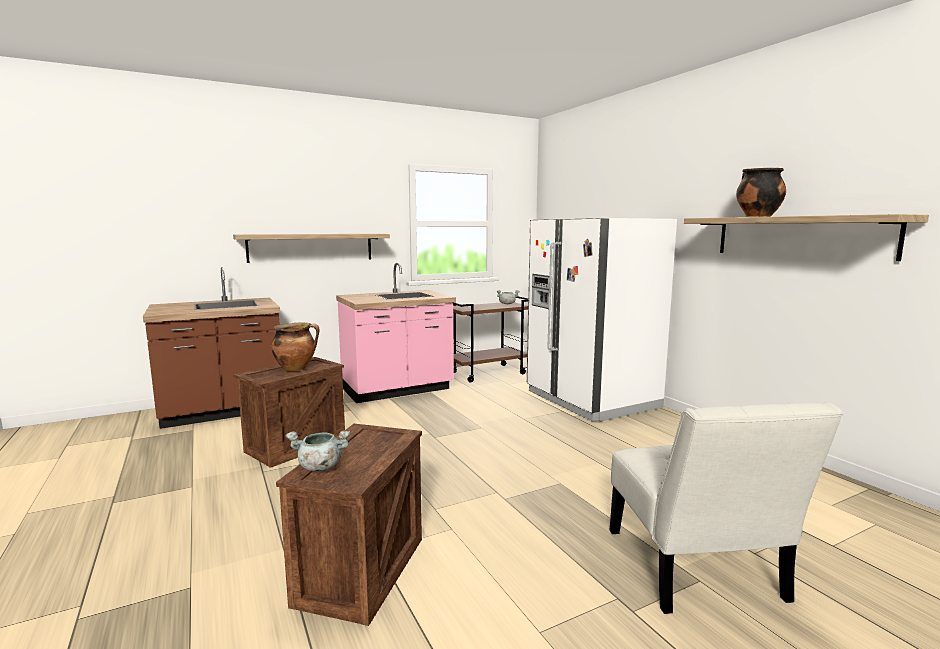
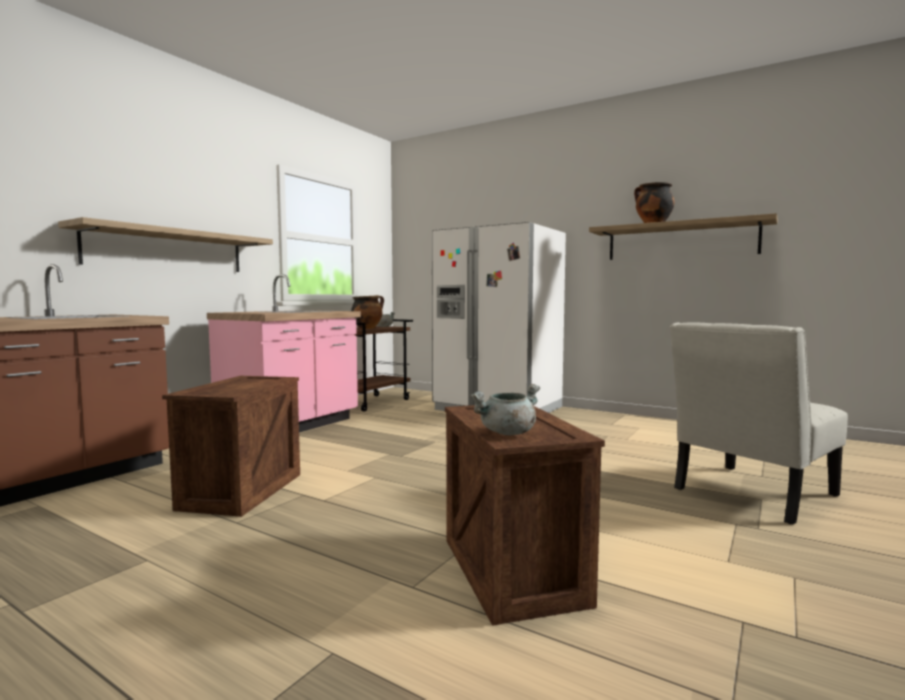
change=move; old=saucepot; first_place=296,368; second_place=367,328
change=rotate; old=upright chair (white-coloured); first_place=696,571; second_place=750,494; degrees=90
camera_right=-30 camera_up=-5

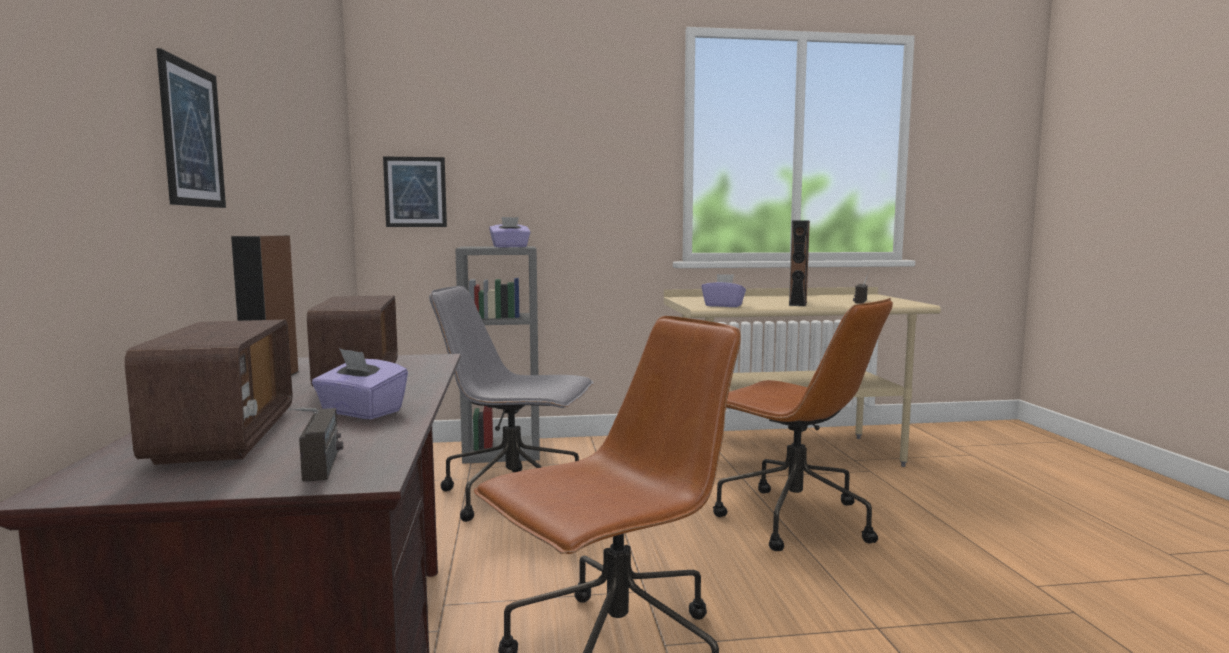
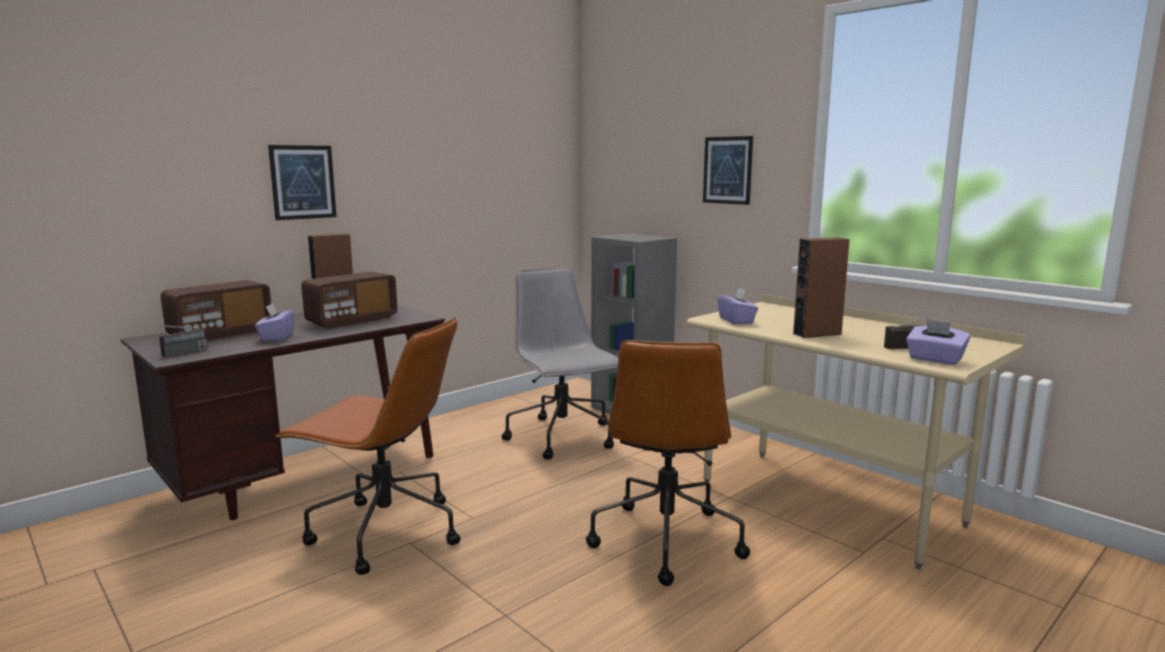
change=move; old=wall art; first_place=415,192; second_place=727,170
change=move; old=tissue holder (purple-coloured); first_place=510,247; second_place=935,359
camera_right=55 camera_up=5

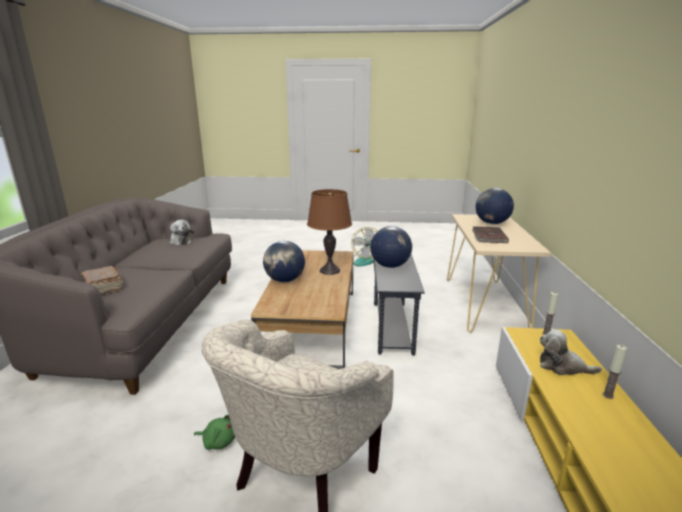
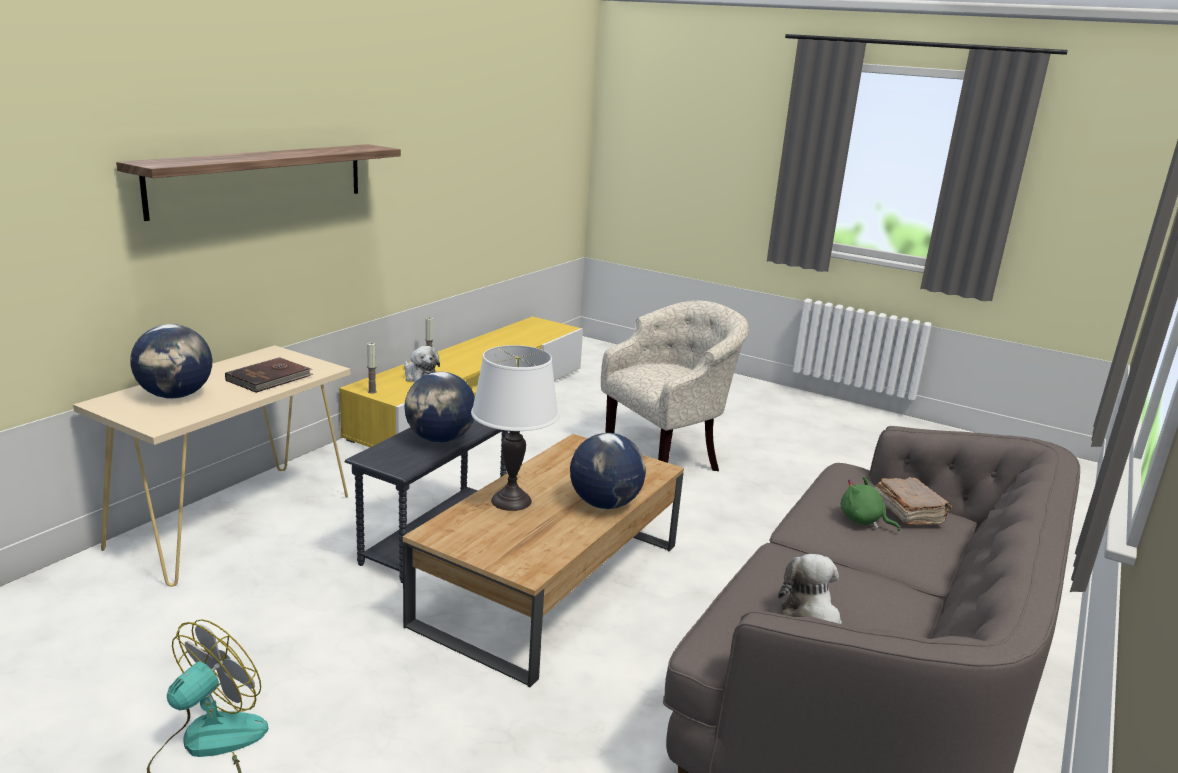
change=insert; new=shelf; second_place=261,178
change=move; old=soft toy (green); first_place=218,441; second_place=863,521
change=recolor; old=tabletop lamp (brown-coloured); new=tabletop lamp (white-coloured); first_place=330,270; second_place=511,501
camera_right=-155 camera_up=0

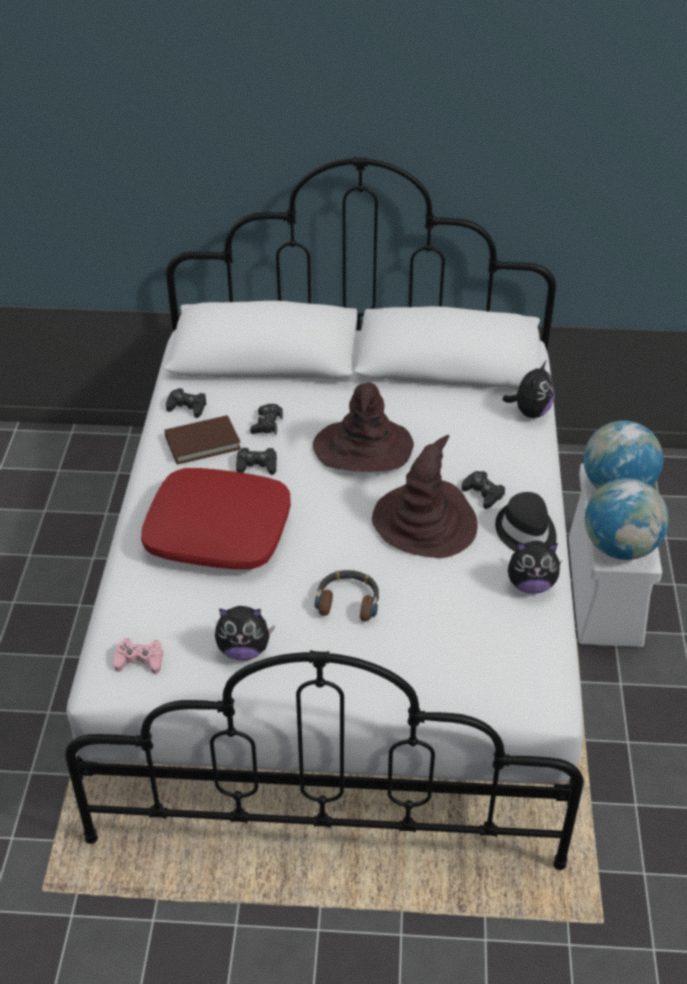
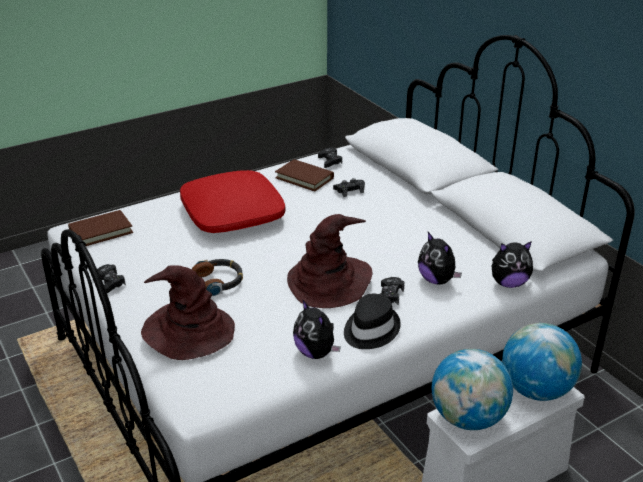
change=move; old=soft toy; first_place=244,650; second_place=437,280
change=move; old=gamepad (black); first_place=257,465; second_place=109,283
change=move; old=clothing hat (brown-coloured); first_place=363,448; second_place=188,332
change=replace; old=gamepad (pink); new=book (brown-coloured); first_place=139,660; second_place=101,231
camera_right=55 camera_up=-10

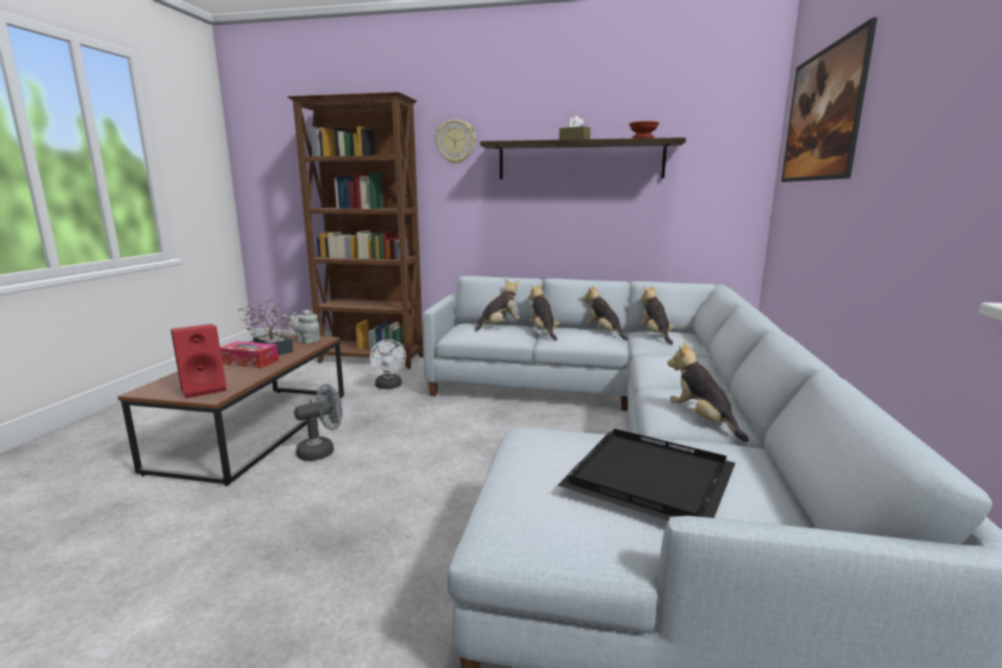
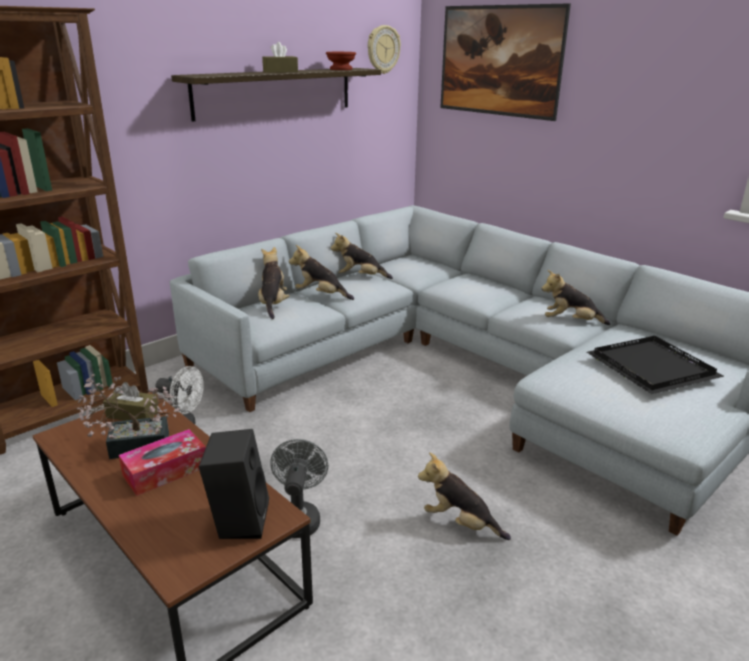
change=move; old=clock on the wall; first_place=455,142; second_place=383,49
change=move; old=soft toy; first_place=656,335; second_place=460,523
change=replace; old=tea pot (grey); new=tissue holder (brown-coloured); first_place=306,341; second_place=132,414
change=recolor; old=loudspeaker (red-coloured); new=loudspeaker (black); first_place=204,389; second_place=238,520
camera_right=-55 camera_up=10

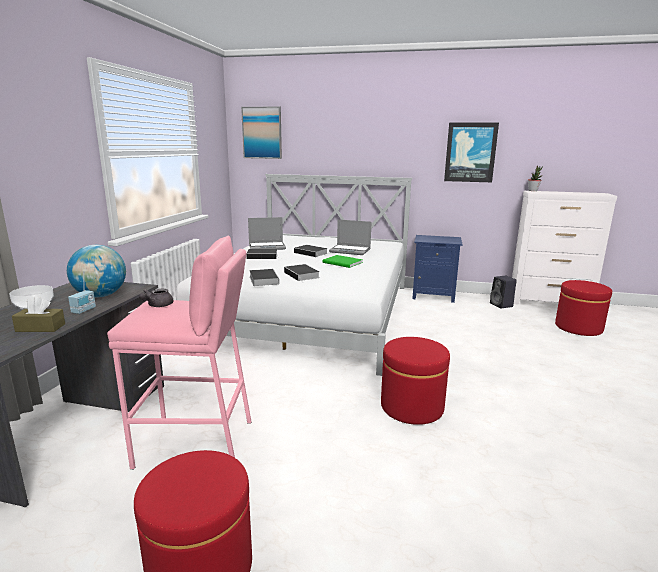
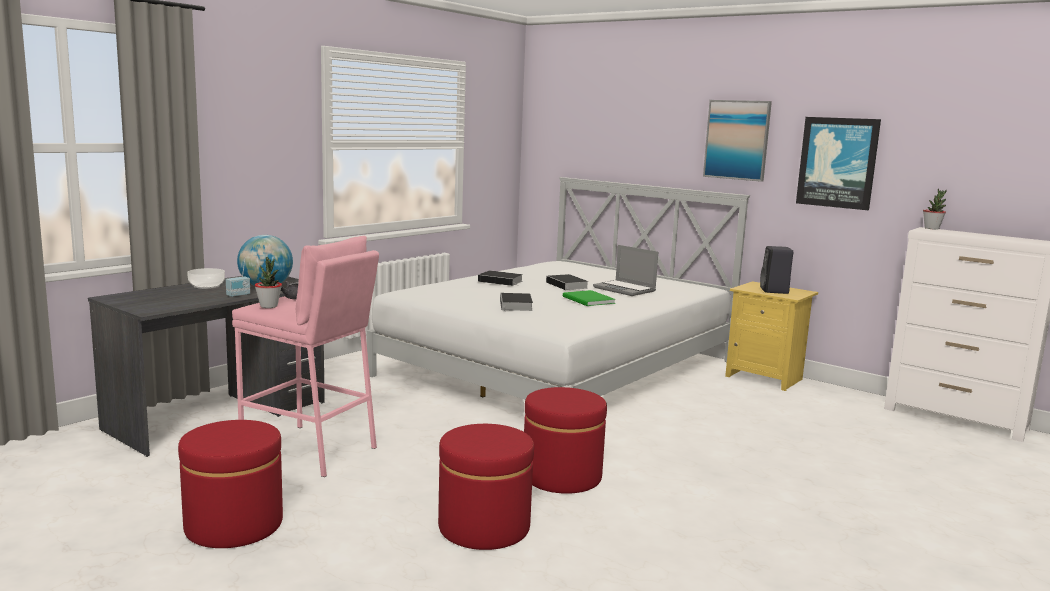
change=delete; old=tissue holder (brown-coloured); first_place=40,328
change=delete; old=notebook computer; first_place=267,247
change=delete; old=book; first_place=263,279
change=insert; new=houseplant; second_place=269,306
change=move; old=wall art; first_place=262,133; second_place=737,140
change=move; old=loudspeaker (black); first_place=502,305; second_place=774,291
change=move; old=ottoman (red-coloured); first_place=578,327; second_place=484,527
change=recolor; old=night table (bluish); new=night table (yellow-coloured); first_place=433,295; second_place=765,377
camera_right=25 camera_up=-5

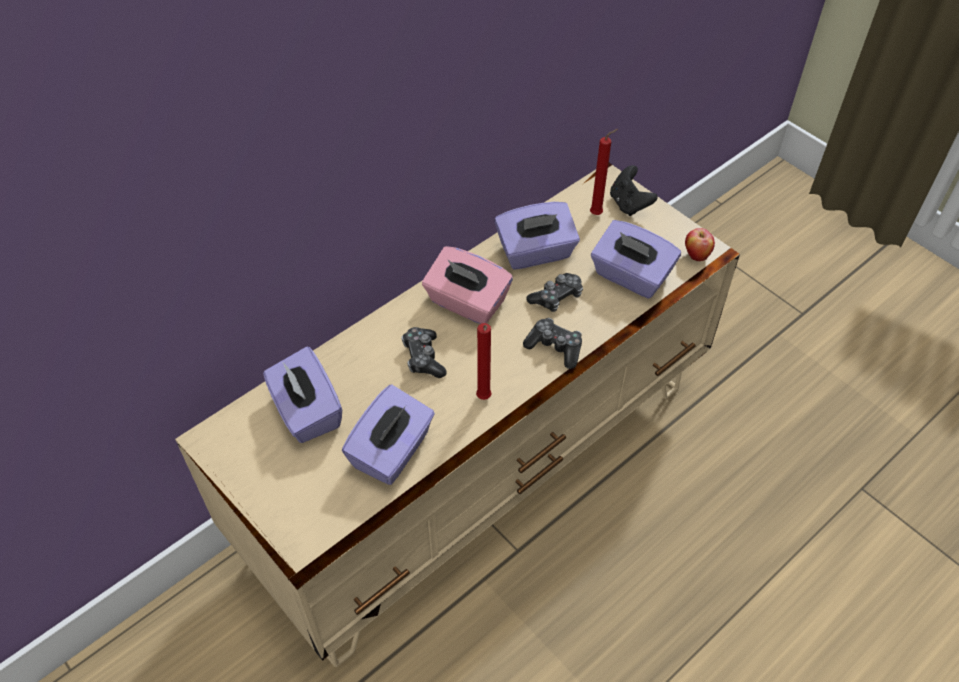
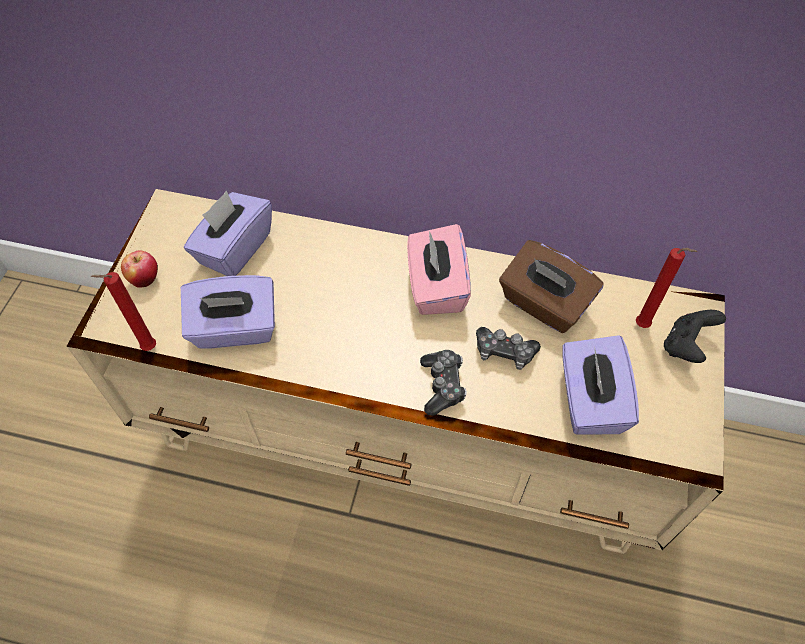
change=delete; old=gamepad; first_place=423,358
change=move; old=wax light (red-coloured); first_place=483,399; second_place=147,348
change=move; old=apple; first_place=696,255; second_place=145,279
change=recolor; old=tissue holder (purple-coloured); new=tissue holder (brown-coloured); first_place=535,253; second_place=543,304
camera_right=55 camera_up=5

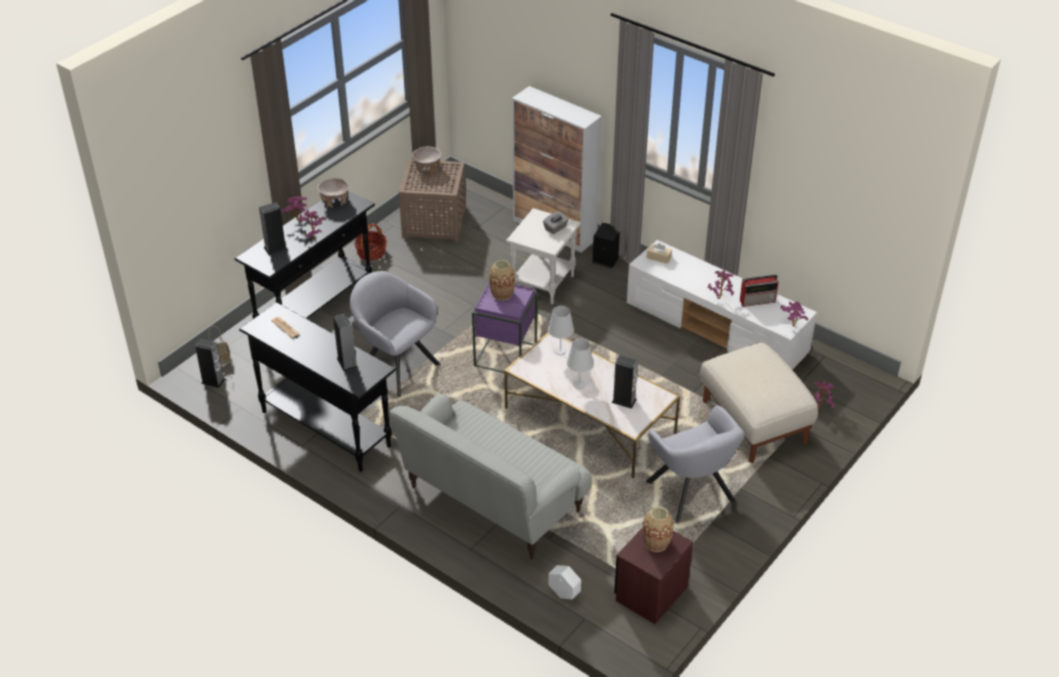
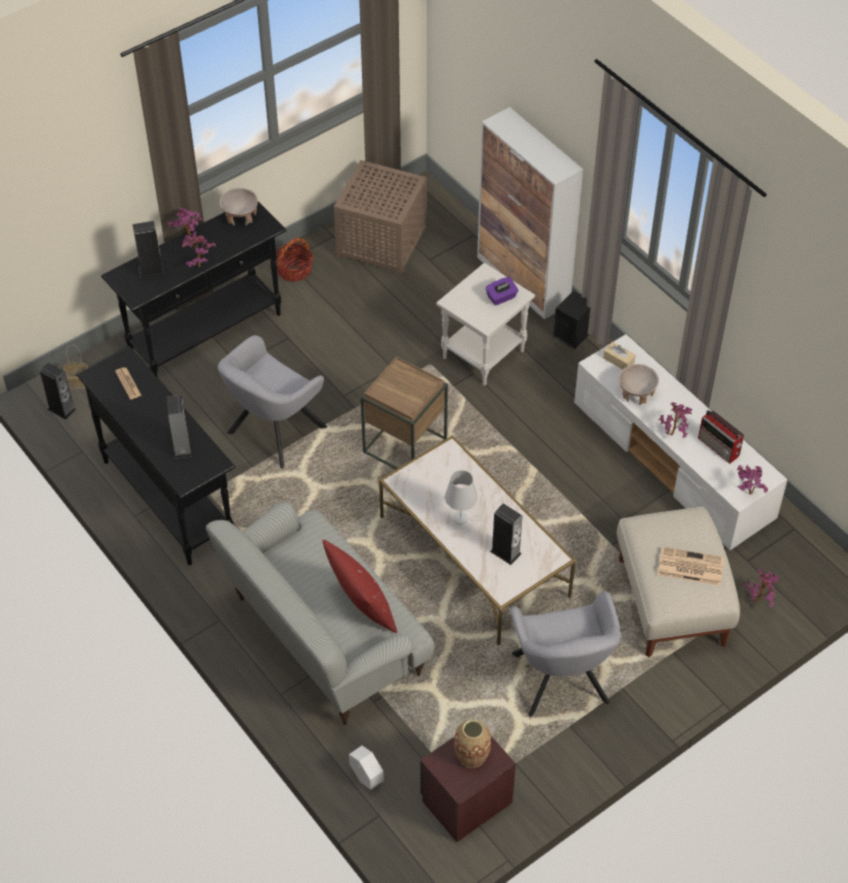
change=delete; old=decorative vase; first_place=502,294
change=delete; old=tabletop lamp (white-coloured); first_place=560,351
change=insert; new=cushion (red-coloured); second_place=361,608
change=insert; new=daily paper; second_place=689,567
change=move; old=bowl (sand-coloured); first_place=427,168; second_place=636,393
change=recolor; old=end table (purple-coloured); new=end table (brown-coloured); first_place=505,356; second_place=405,446
change=recolor; old=tissue holder (grey); new=tissue holder (purple-coloured); first_place=555,228; second_place=501,297
change=rotate; old=lounge chair (grey); first_place=395,366; second_place=273,433; degrees=-105
change=rotate; old=radio set; first_place=758,301; second_place=719,448; degrees=45
camera_right=15 camera_up=10

